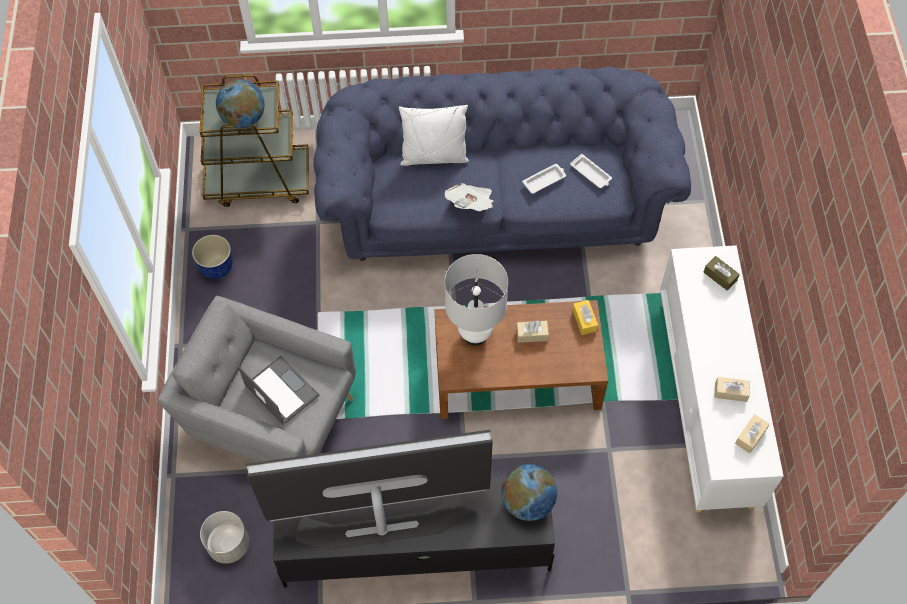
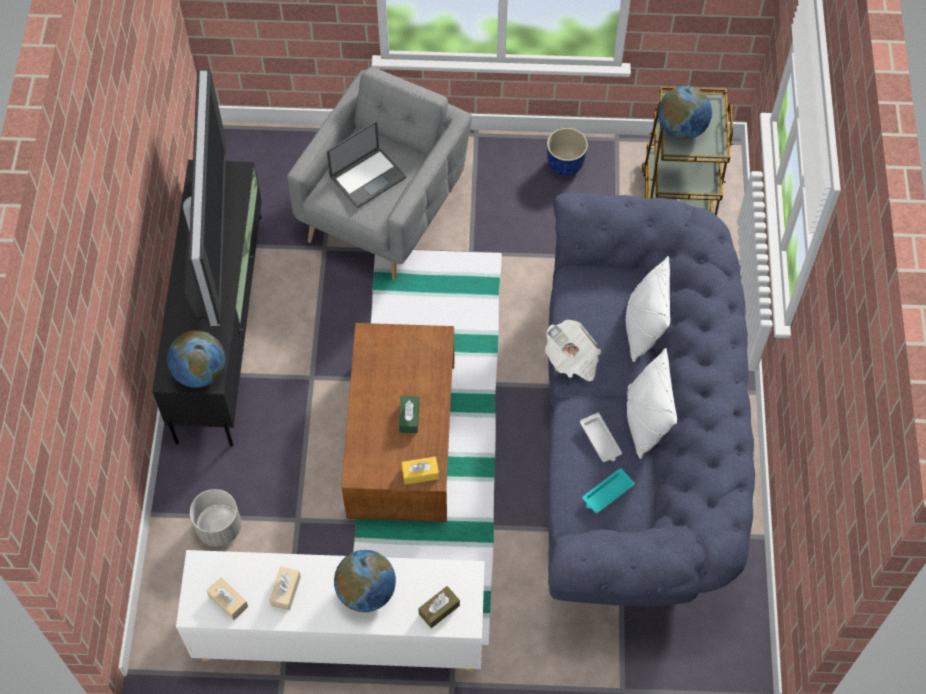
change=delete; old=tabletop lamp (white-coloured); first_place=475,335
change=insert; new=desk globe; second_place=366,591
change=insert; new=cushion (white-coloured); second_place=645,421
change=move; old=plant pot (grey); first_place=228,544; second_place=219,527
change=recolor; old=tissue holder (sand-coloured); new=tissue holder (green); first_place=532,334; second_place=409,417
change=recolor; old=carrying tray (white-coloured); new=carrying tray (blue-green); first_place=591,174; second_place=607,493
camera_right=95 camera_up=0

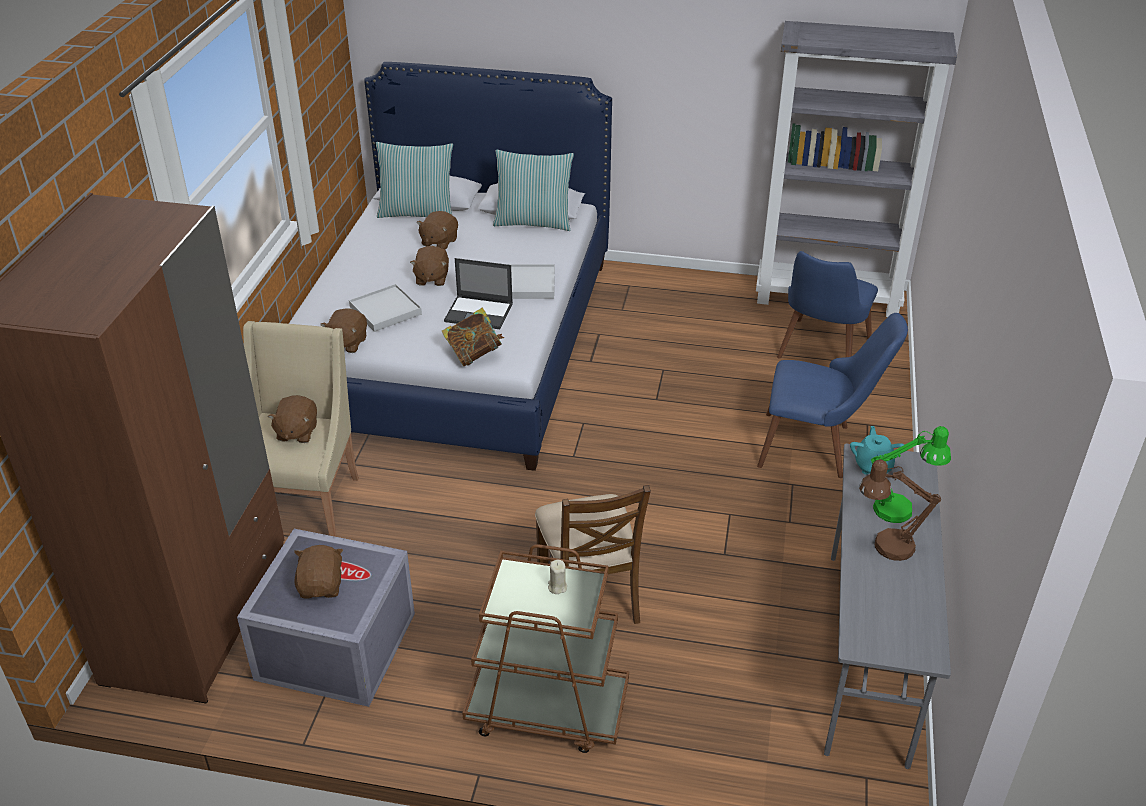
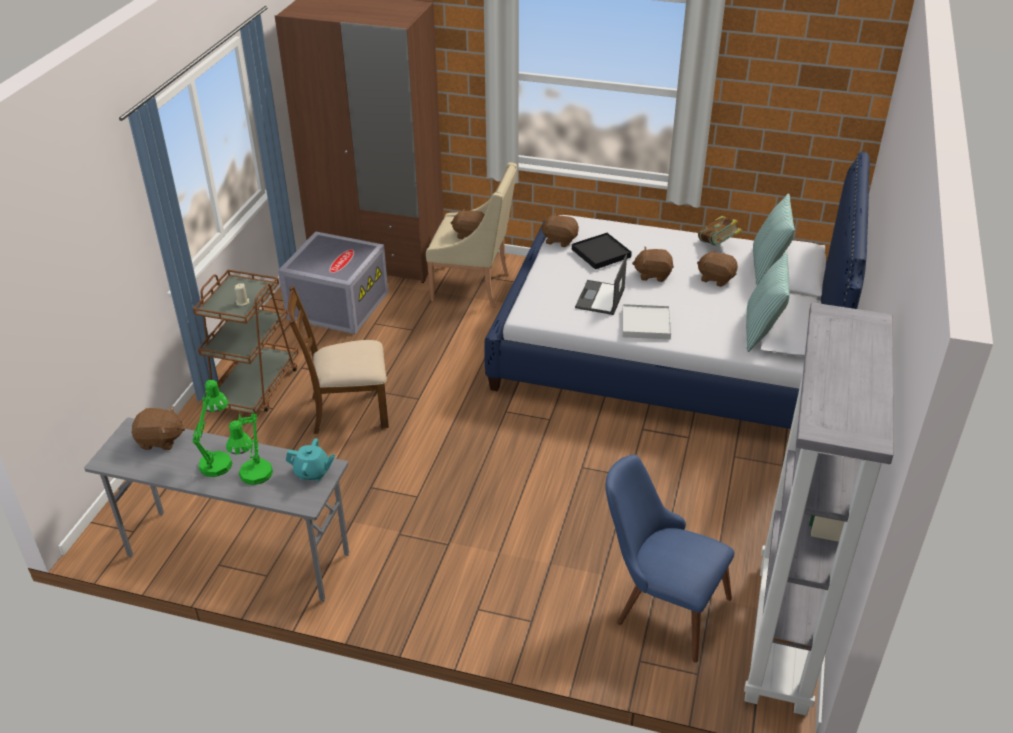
change=delete; old=upright chair (bluish); first_place=818,447
change=move; old=soft toy (brown-coloured); first_place=321,586; second_place=160,440
change=move; old=book; first_place=474,354; second_place=717,245
change=recolor; old=carrying tray (white-coloured); new=carrying tray (black); first_place=385,310; second_place=601,253
change=recolor; old=tabletop lamp (brown-coloured); new=tabletop lamp (green); first_place=885,545; second_place=218,460
camera_right=95 camera_up=0

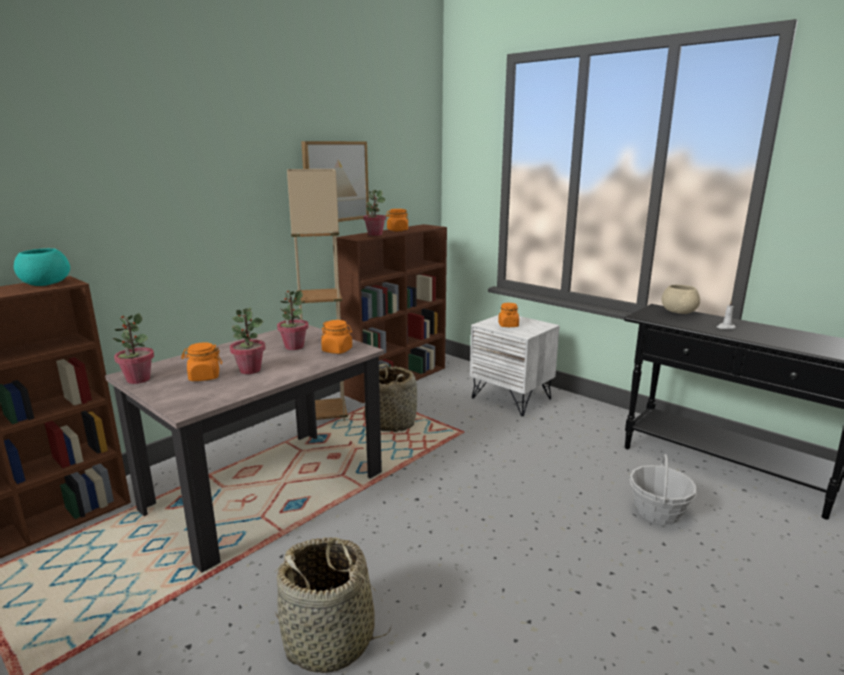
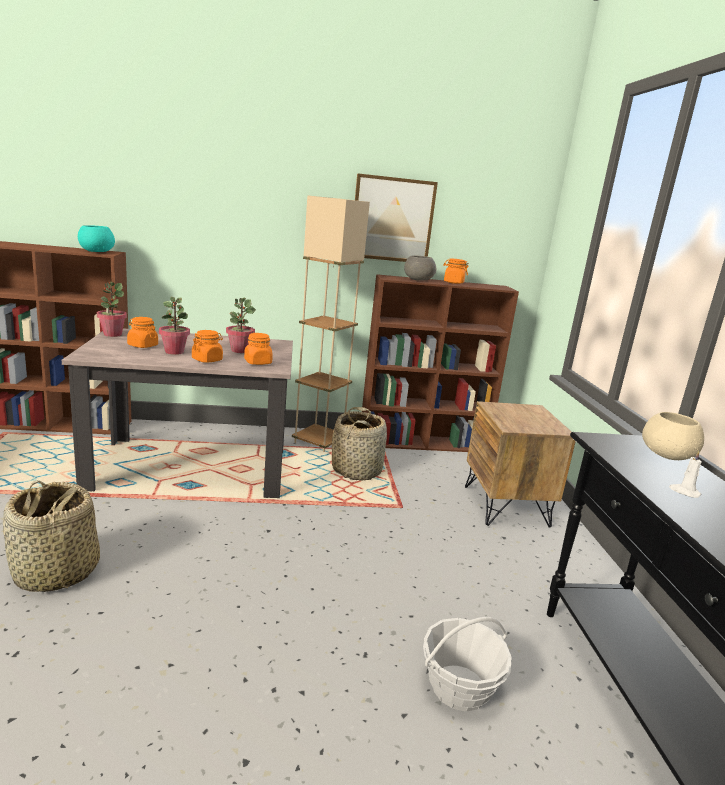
change=move; old=jar (orange); first_place=508,325; second_place=207,360
change=replace; old=houseplant; new=bowl (grey); first_place=375,234; second_place=418,280
change=recolor; old=night table (white-coloured); new=night table (brown-coloured); first_place=511,398; second_place=506,506
camera_right=40 camera_up=0

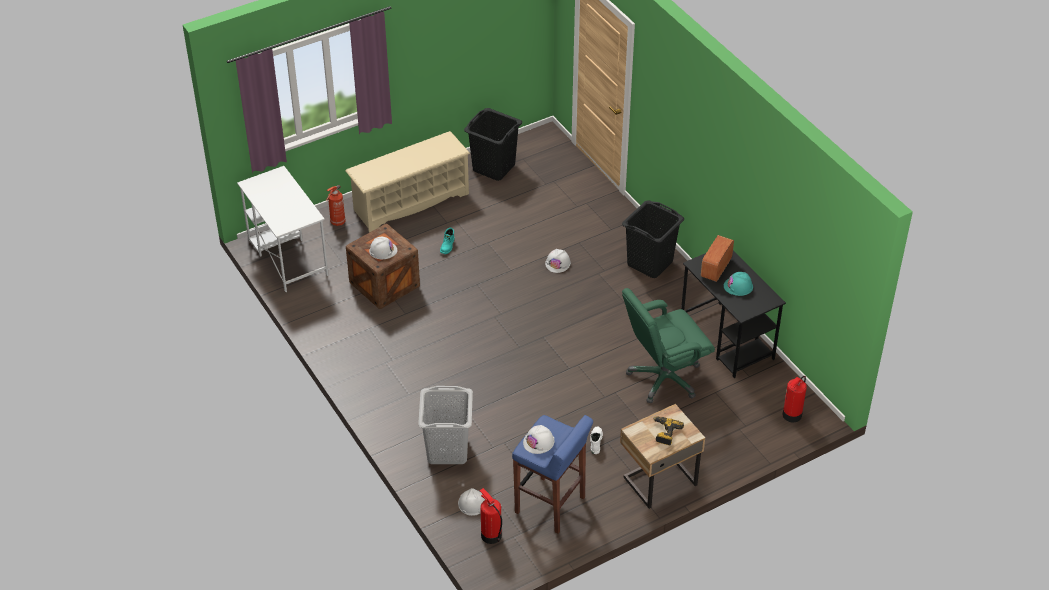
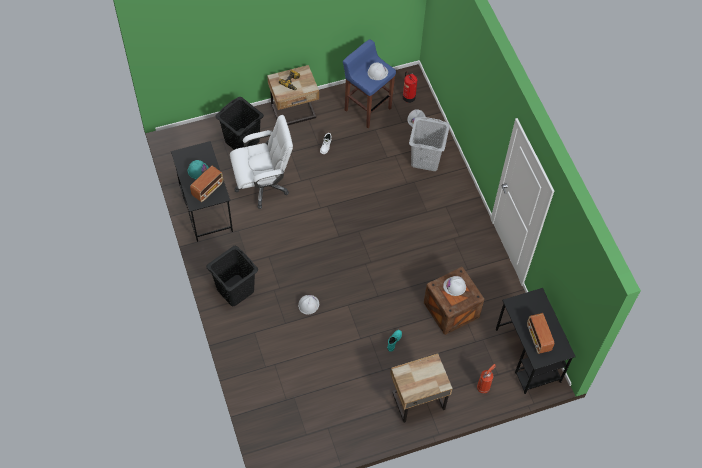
change=delete; old=extinguisher; first_place=791,415
change=insert; new=radio set; second_place=538,338
change=move; old=laundry basket (black); first_place=494,168; second_place=242,141
change=replace; old=shoe stand (sand-coloured); new=night table (sand-coloured); first_place=410,202; second_place=417,399
change=recolor; old=desk table (white-coloured); new=desk table (black); first_place=287,257; second_place=528,356
change=recolor; old=desk chair (green); new=desk chair (white-coloured); first_place=664,378; second_place=263,185
camera_right=-170 camera_up=15

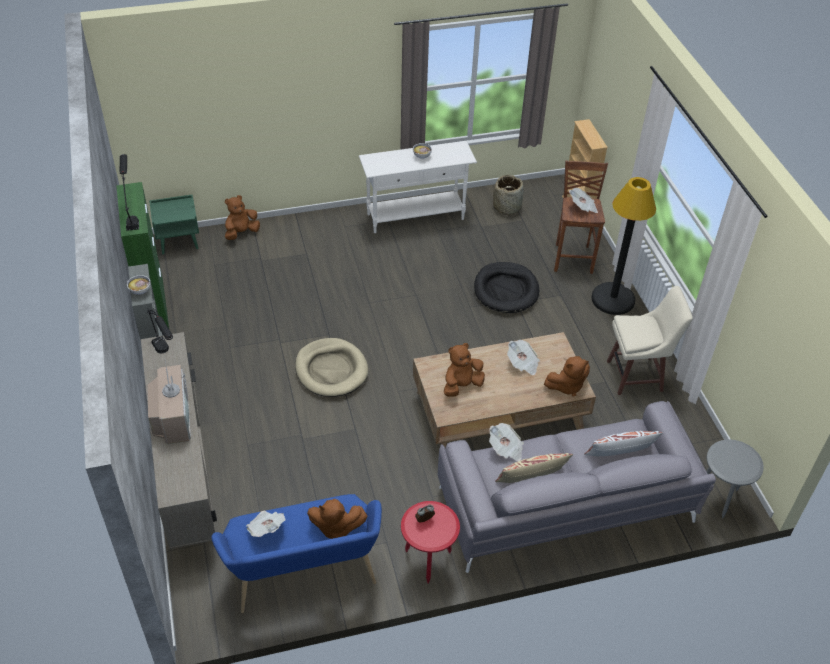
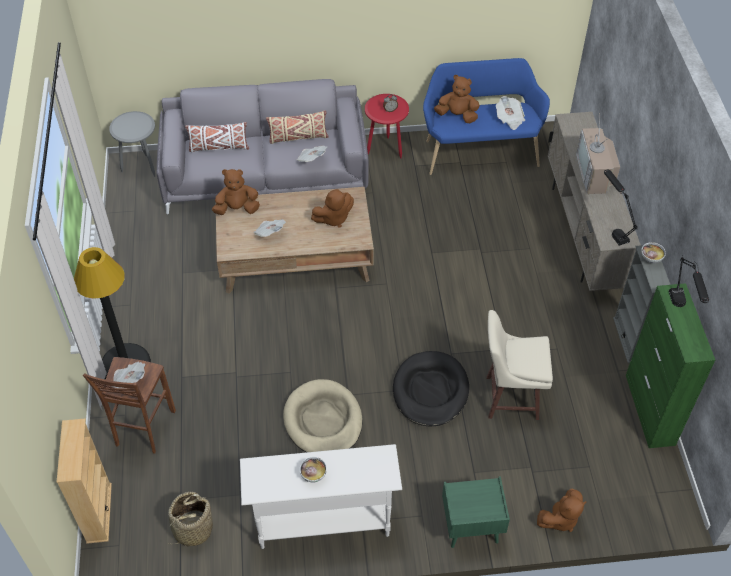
change=move; old=night table (green); first_place=179,242; second_place=471,528
change=move; old=dog bed (sand-coloured); first_place=331,370; second_place=323,421
change=move; old=dog bed (black); first_place=506,290; second_place=430,391
change=move; old=stool seat (sand-coloured); first_place=636,376; second_place=510,397
camera_right=-170 camera_up=5

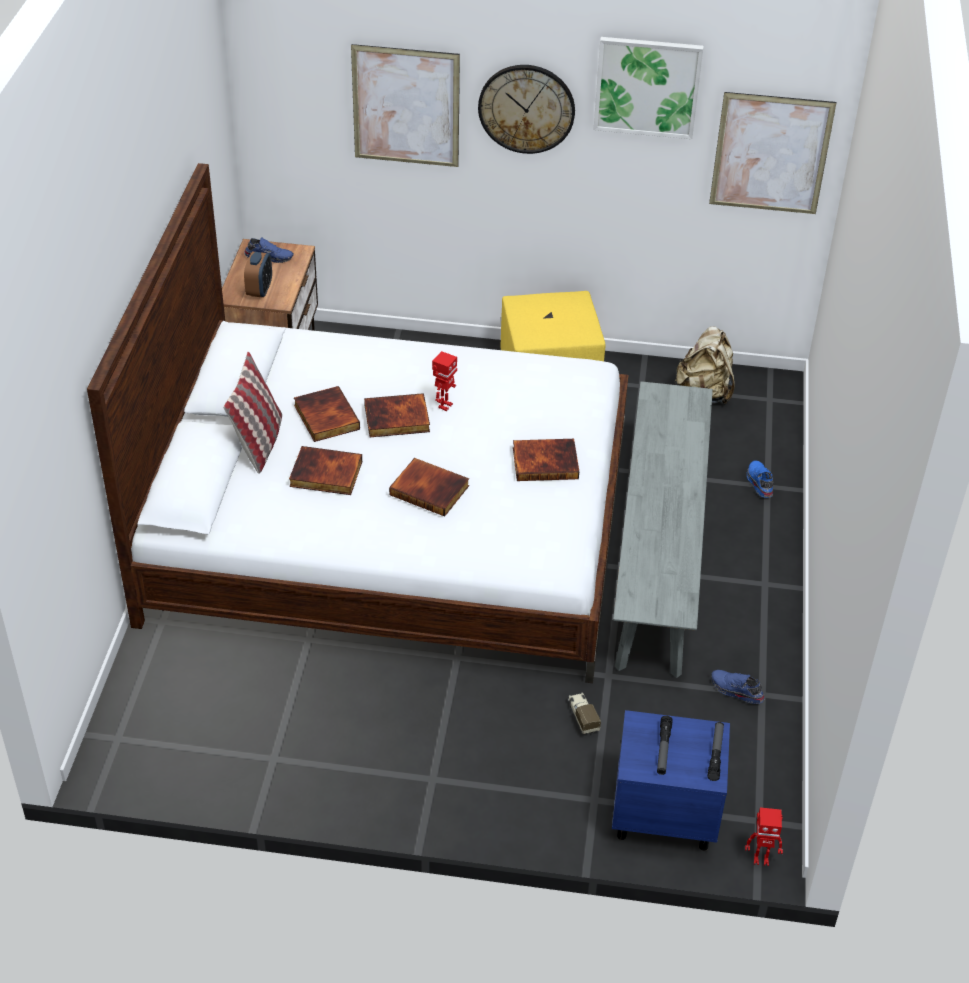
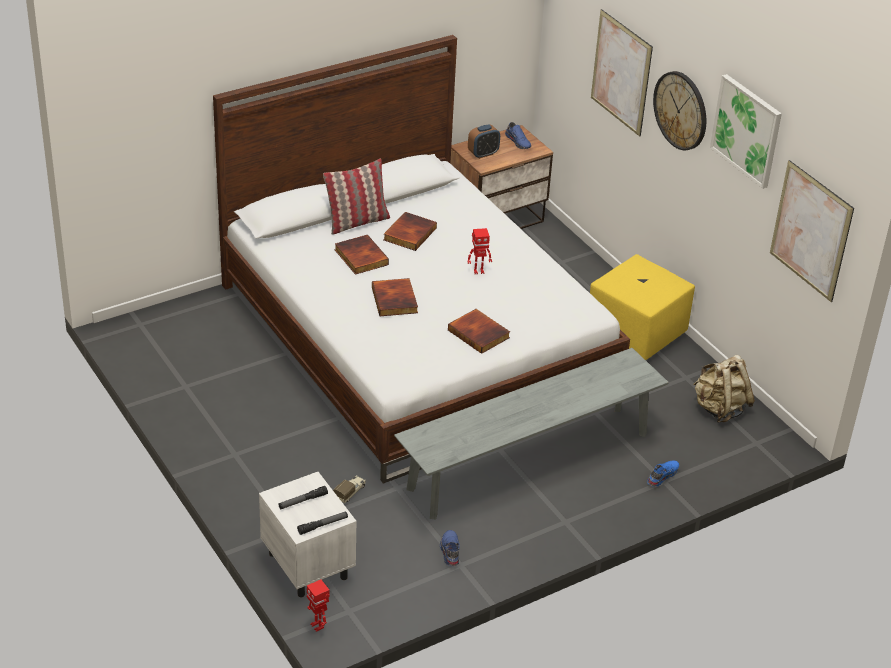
change=delete; old=book; first_place=396,419
change=recolor; old=night table (bluish); new=night table (white-coloured); first_place=662,815; second_place=307,564
camera_right=50 camera_up=-5

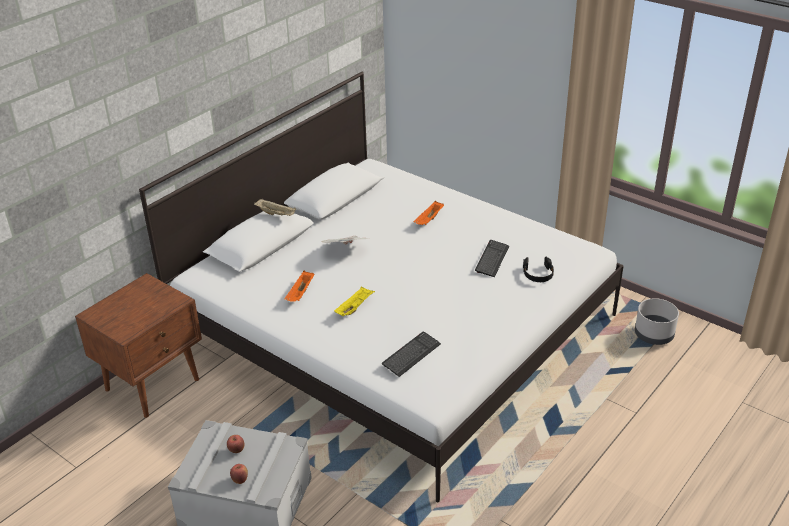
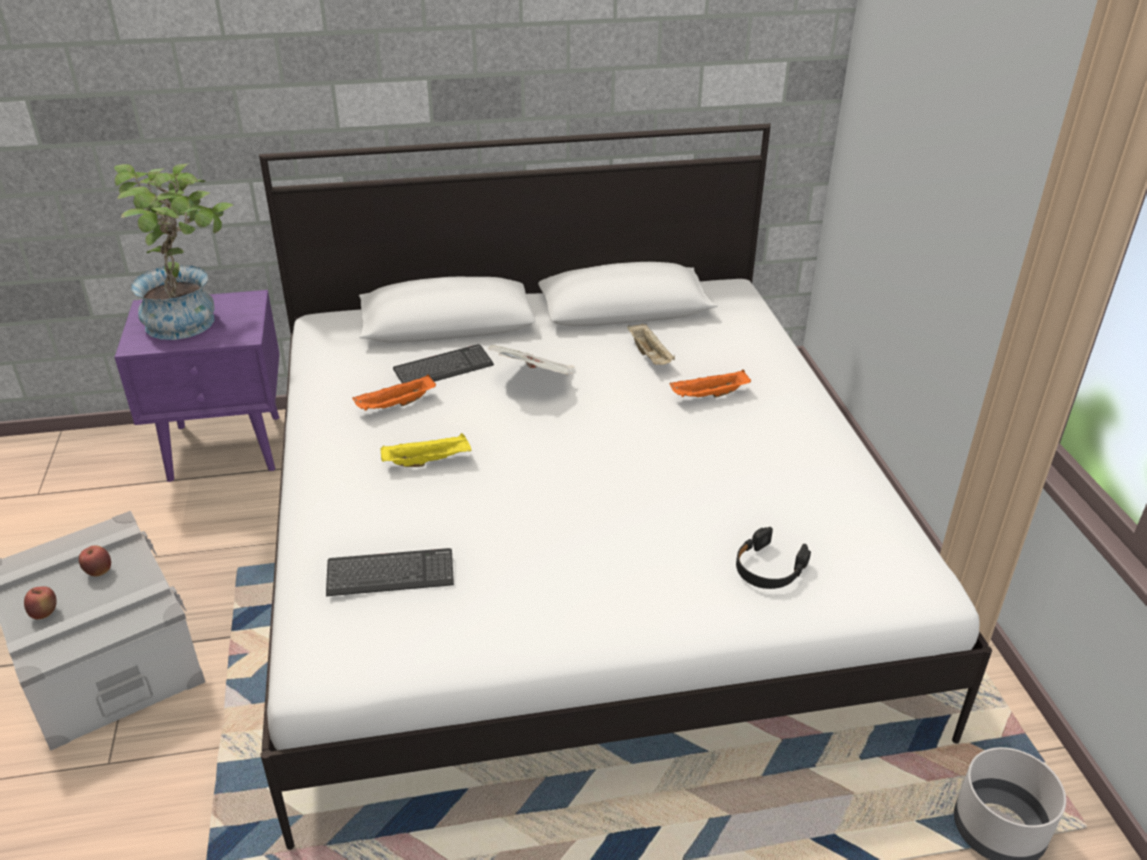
change=insert; new=houseplant; second_place=191,321
change=move; old=carrying tray (sand-coloured); first_place=276,214; second_place=650,356
change=move; old=computer keyboard; first_place=492,259; second_place=443,369
change=recolor; old=night table (brown-coloured); new=night table (purple-coloured); first_place=154,384; second_place=227,448
camera_right=40 camera_up=0

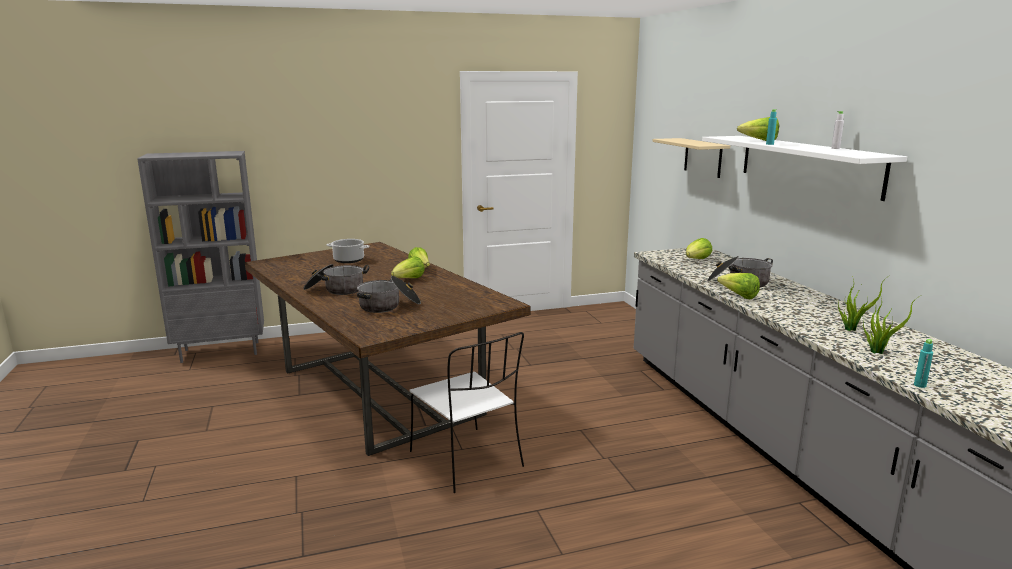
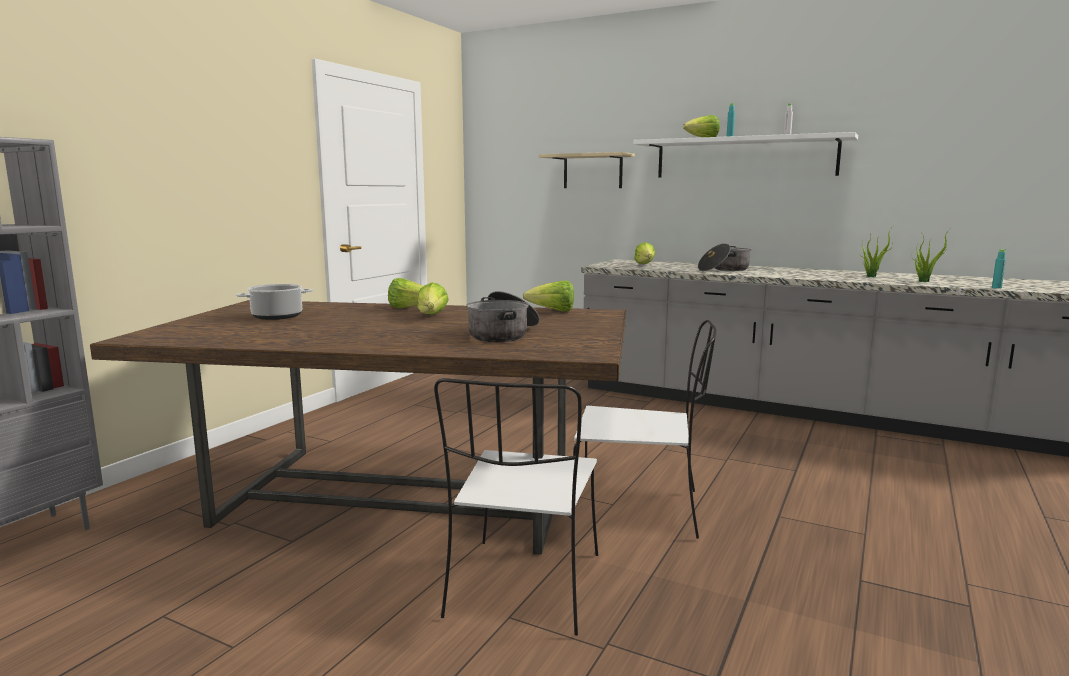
change=delete; old=saucepot; first_place=335,290
change=insert; new=upright chair (white-coloured); second_place=524,587
change=move; old=head of lettuce; first_place=739,296; second_place=553,311
camera_right=-45 camera_up=-5

